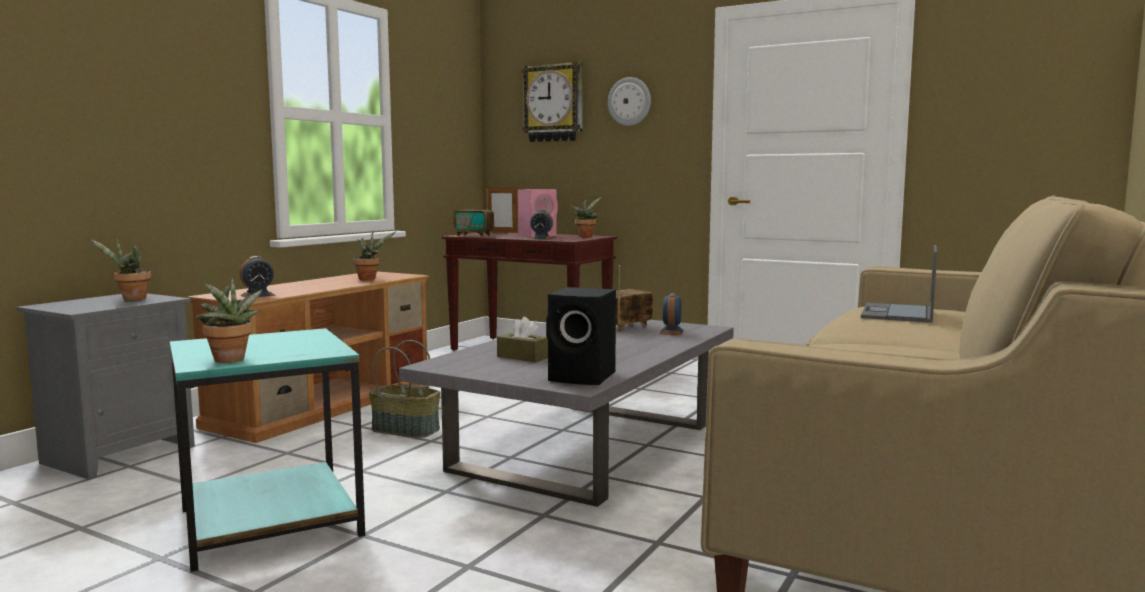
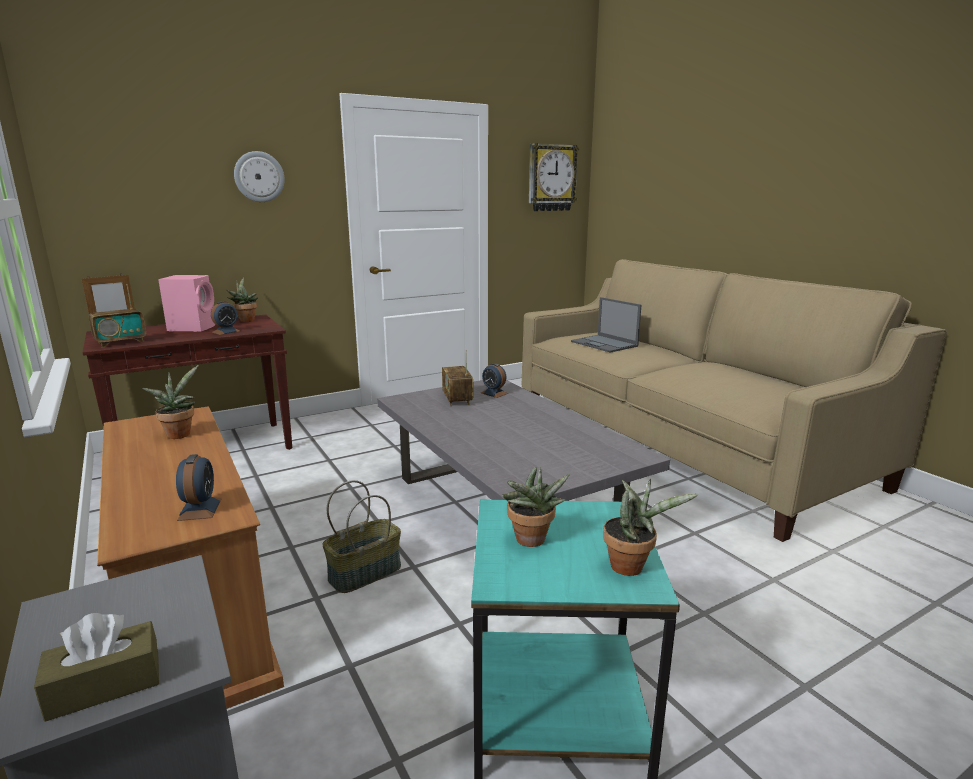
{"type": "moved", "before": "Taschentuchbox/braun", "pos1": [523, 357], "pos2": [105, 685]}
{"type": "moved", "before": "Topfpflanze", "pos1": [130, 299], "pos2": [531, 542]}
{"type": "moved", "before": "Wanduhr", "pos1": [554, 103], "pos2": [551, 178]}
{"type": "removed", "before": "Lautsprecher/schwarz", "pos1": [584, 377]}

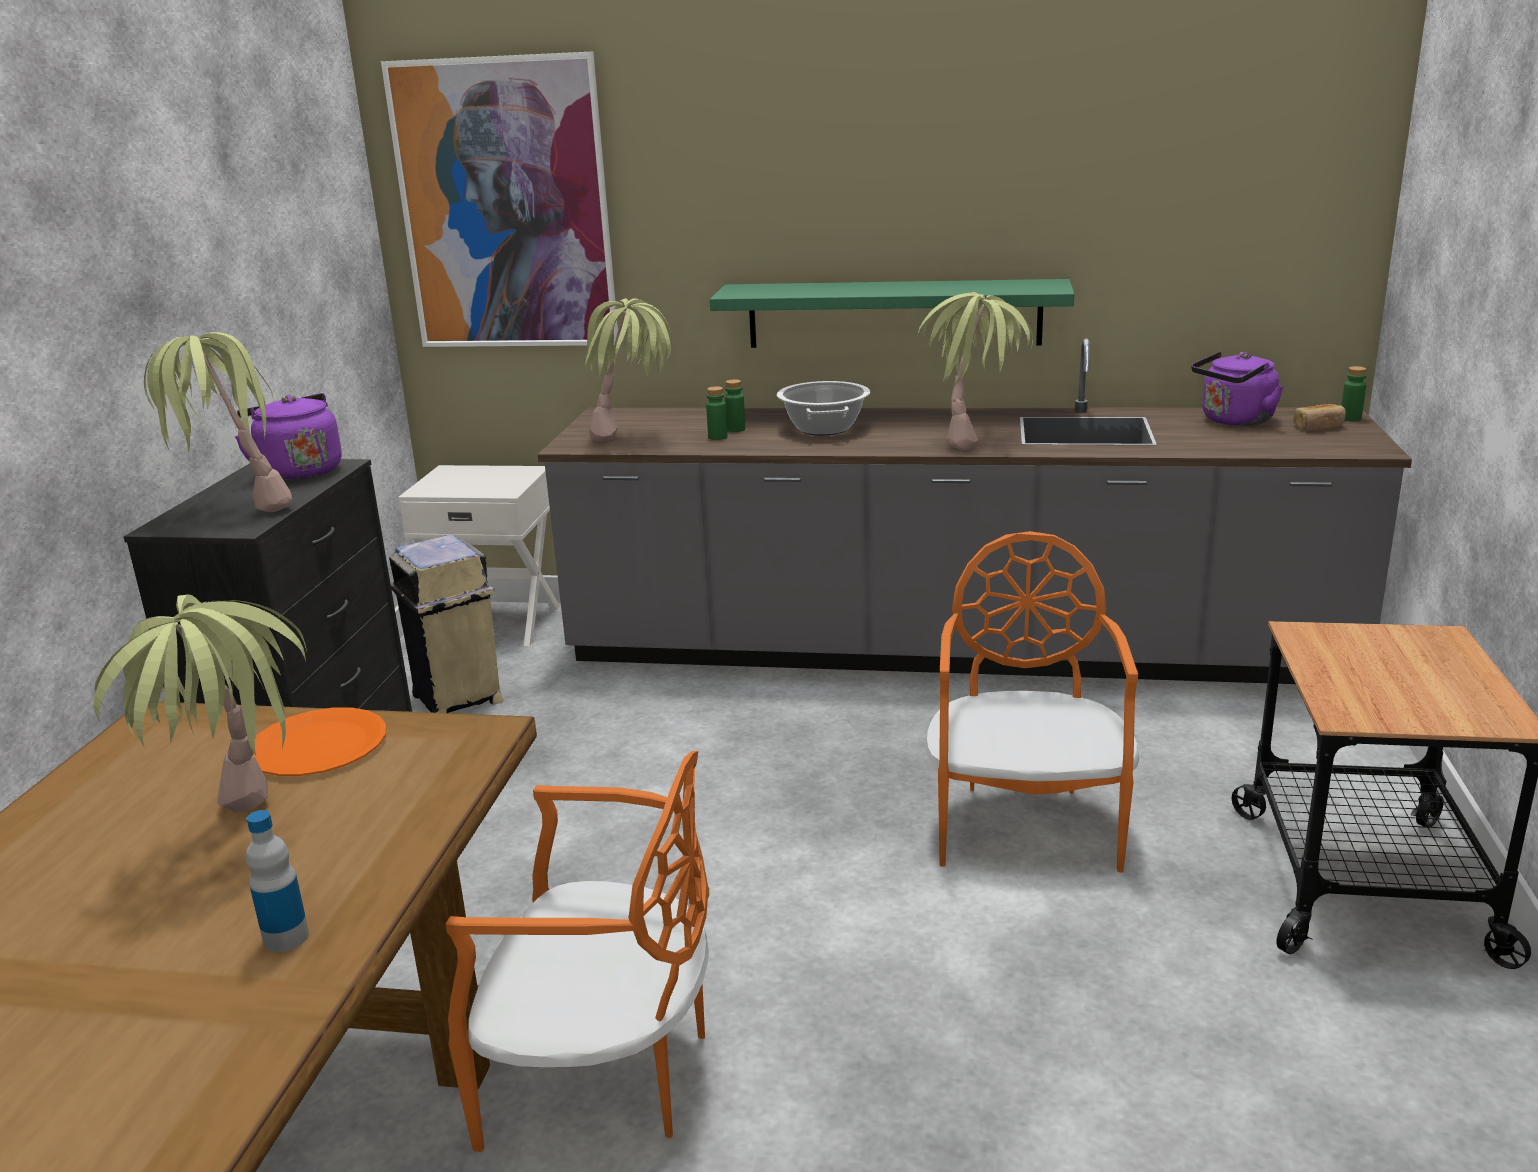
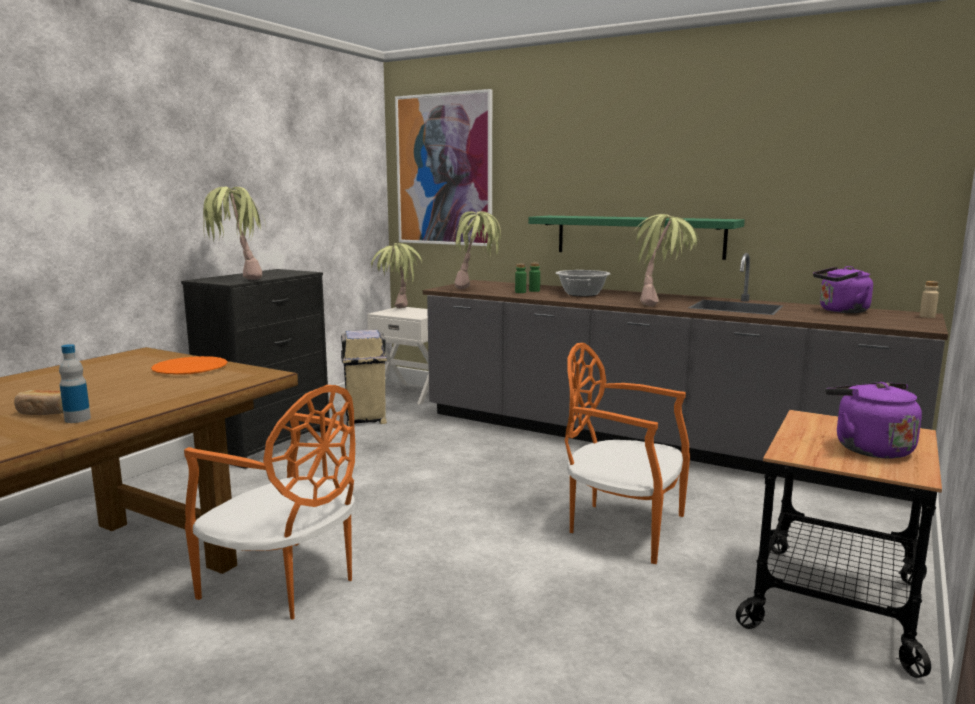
{"type": "moved", "before": "Brot", "pos1": [1318, 427], "pos2": [44, 412]}
{"type": "moved", "before": "Topfpflanze", "pos1": [238, 836], "pos2": [397, 310]}
{"type": "turned", "before": "Stuhl/orange", "pos1": [1026, 825], "pos2": [623, 527], "turn": -90}
{"type": "moved", "before": "Wasserkessel/lila", "pos1": [298, 471], "pos2": [868, 448]}
{"type": "recoloured", "before": "Flasche/grün", "after": "Flasche/beige", "pos1": [1350, 418], "pos2": [927, 316]}

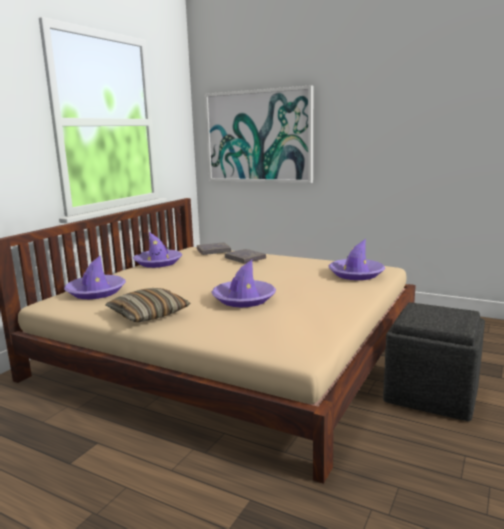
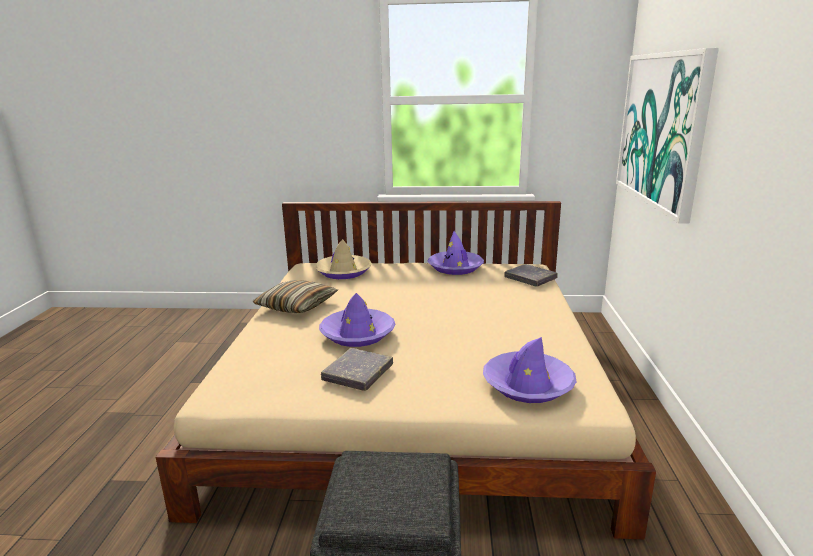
{"type": "recoloured", "before": "Hut/lila", "after": "Hut/beige", "pos1": [96, 292], "pos2": [343, 272]}
{"type": "moved", "before": "Buch/grau", "pos1": [245, 259], "pos2": [357, 373]}

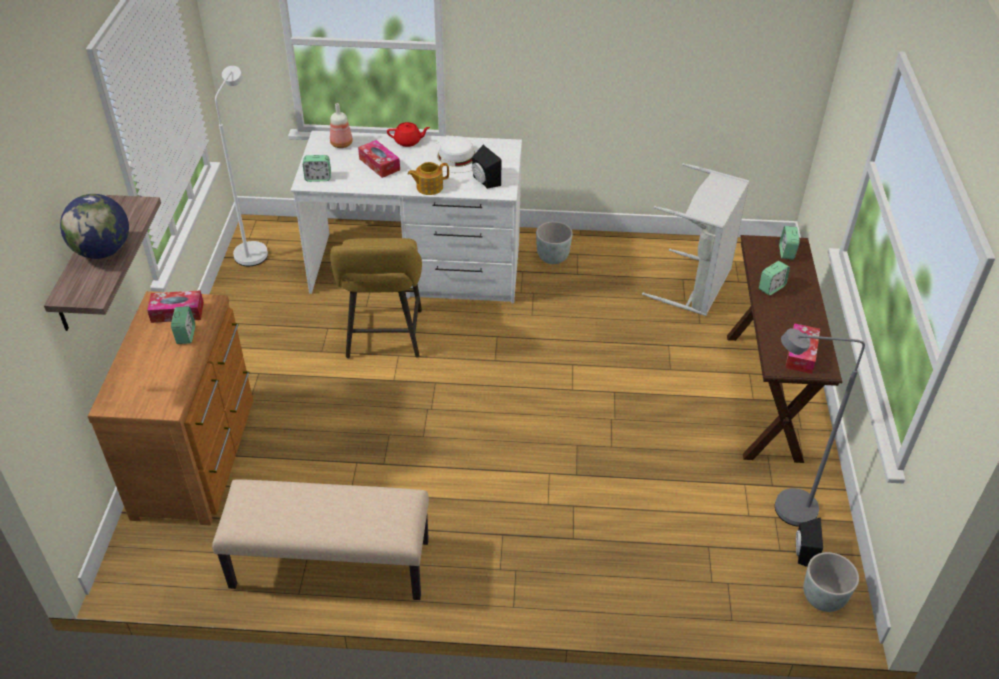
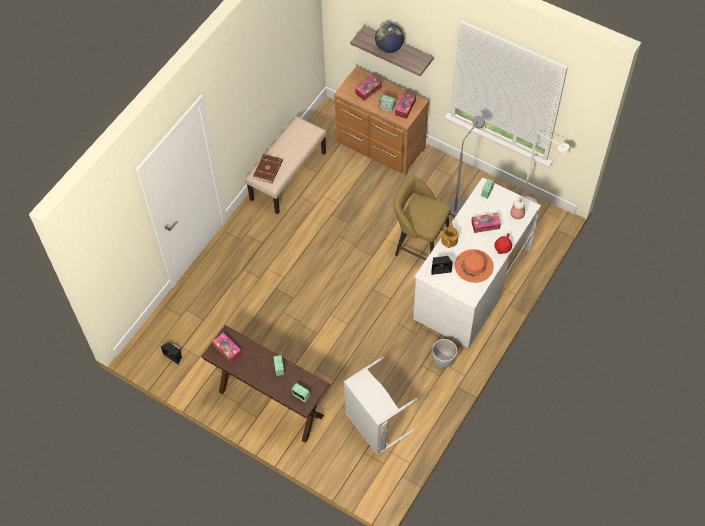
{"type": "added", "after": "Buch/braun", "pos2": [268, 169]}
{"type": "added", "after": "Taschentuchbox", "pos2": [368, 90]}
{"type": "moved", "before": "Stehlampe/grau", "pos1": [783, 508], "pos2": [461, 204]}
{"type": "recoloured", "before": "Hut/weiß", "after": "Hut/orange", "pos1": [456, 156], "pos2": [474, 266]}
{"type": "removed", "before": "Pflanzkübel/grau", "pos1": [823, 598]}

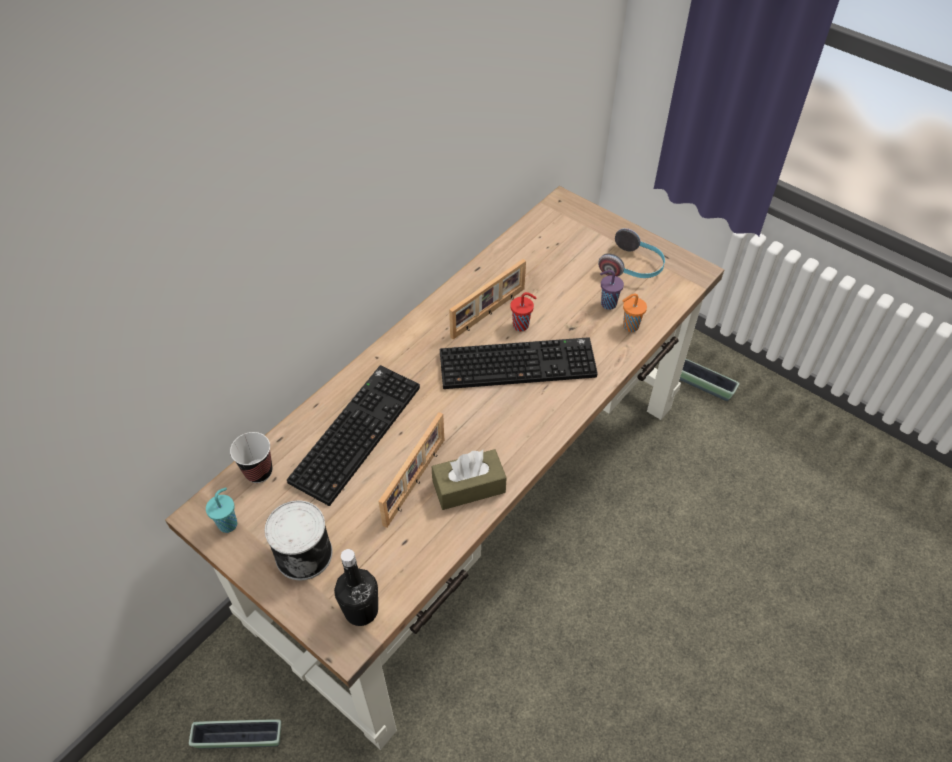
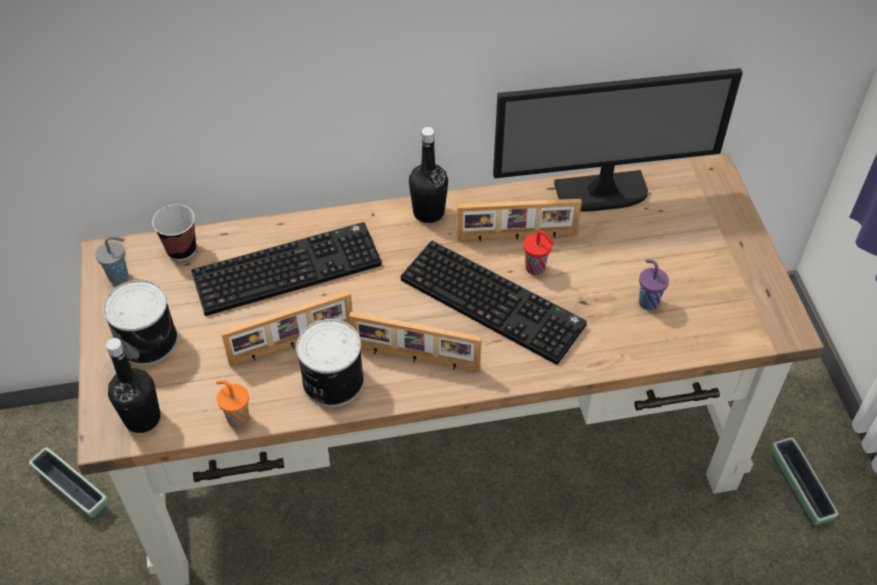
{"type": "recoloured", "before": "Tasse/türkis", "after": "Tasse/grau", "pos1": [228, 523], "pos2": [119, 276]}
{"type": "moved", "before": "Tasse/orange", "pos1": [629, 326], "pos2": [237, 418]}
{"type": "replaced", "before": "Taschentuchbox/braun", "after": "Dose", "pos1": [469, 487], "pos2": [331, 381]}
{"type": "added", "after": "Bilderrahmen", "pos2": [415, 359]}
{"type": "added", "after": "Flasche/schwarz", "pos2": [428, 212]}
{"type": "added", "after": "Monitor", "pos2": [602, 193]}
{"type": "removed", "before": "Kopfhörer", "pos1": [632, 267]}

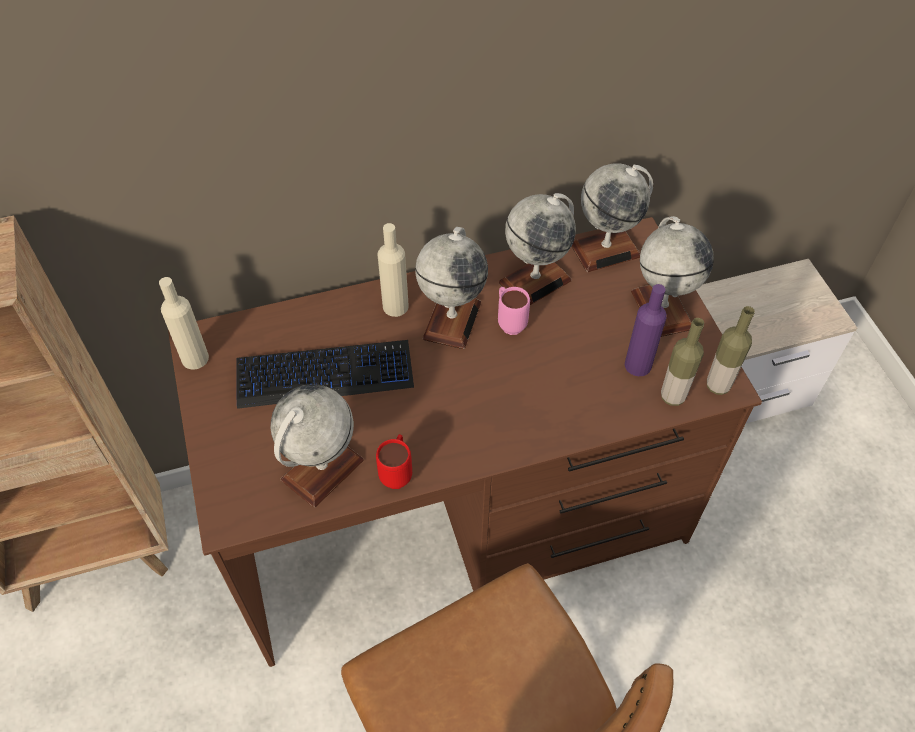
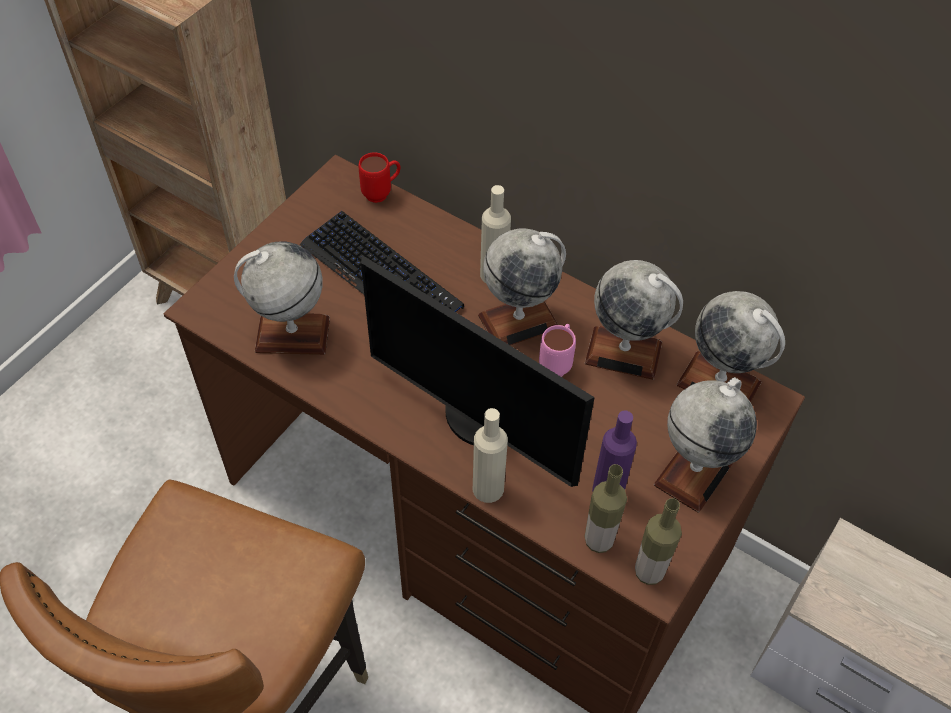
{"type": "moved", "before": "Henkelbecher/rot", "pos1": [397, 472], "pos2": [382, 193]}
{"type": "added", "after": "Monitor", "pos2": [482, 418]}
{"type": "moved", "before": "Flasche/beige", "pos1": [195, 358], "pos2": [488, 488]}

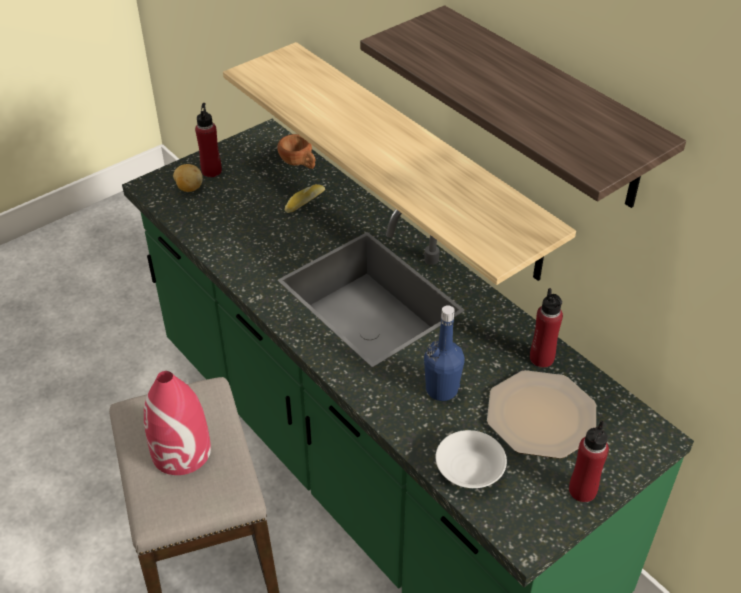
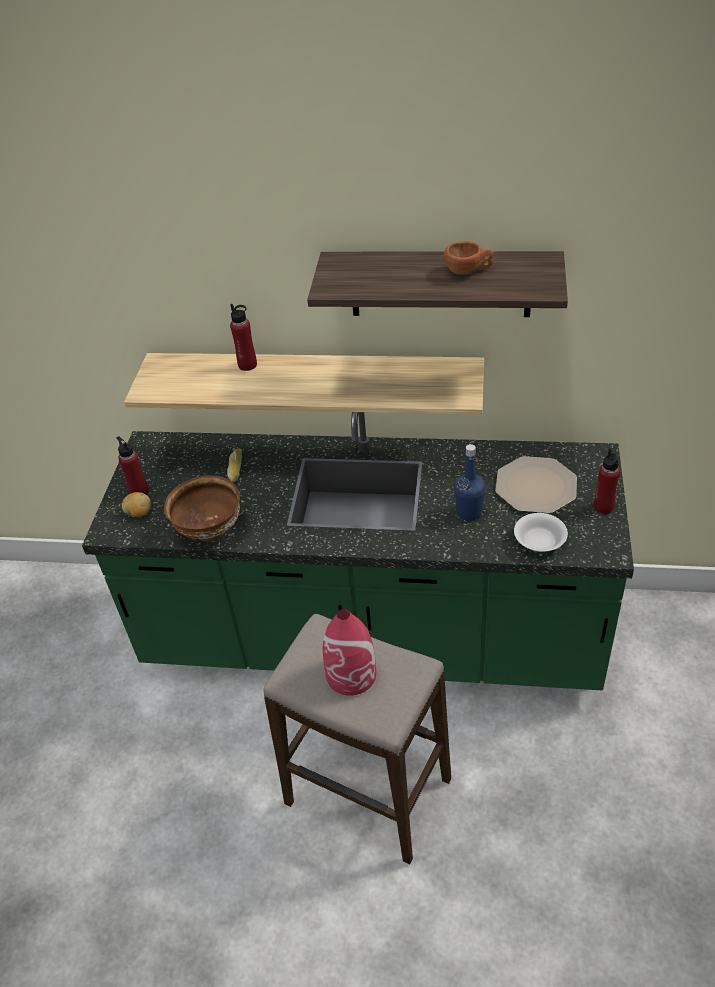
{"type": "added", "after": "Schüssel/braun", "pos2": [209, 531]}
{"type": "moved", "before": "Flasche/rot", "pos1": [541, 358], "pos2": [247, 365]}
{"type": "moved", "before": "Tasse/braun", "pos1": [299, 163], "pos2": [468, 271]}

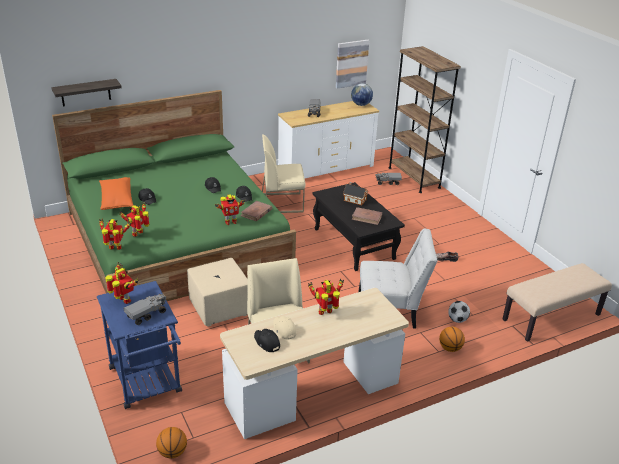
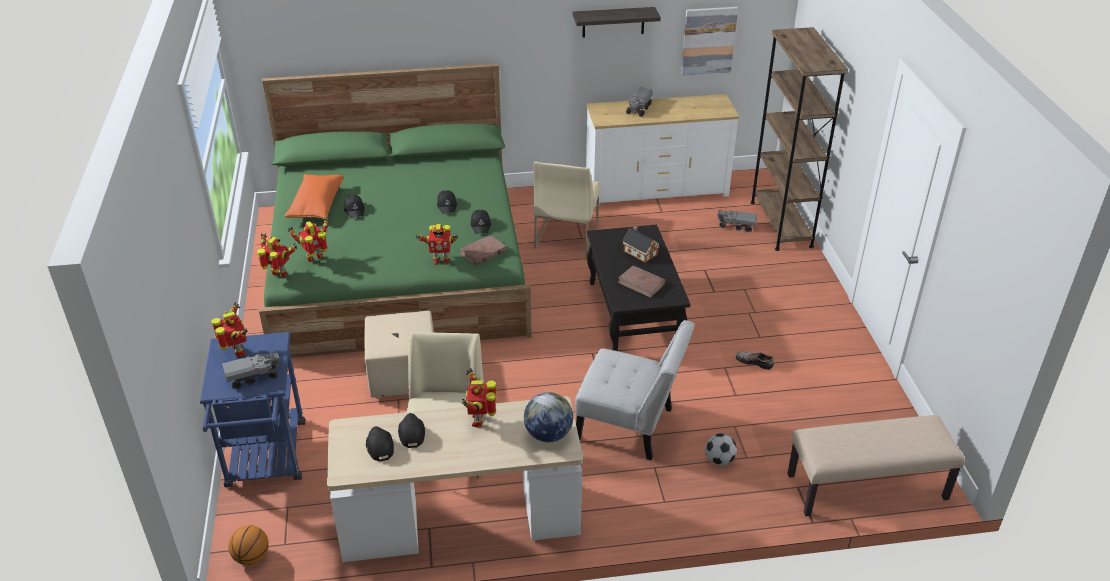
{"type": "recoloured", "before": "Kappe/beige", "after": "Kappe/schwarz", "pos1": [284, 330], "pos2": [411, 433]}
{"type": "turned", "before": "Spielzeugroboter", "pos1": [326, 312], "pos2": [479, 420], "turn": -90}
{"type": "moved", "before": "Globus", "pos1": [361, 105], "pos2": [548, 434]}
{"type": "turned", "before": "Stuhl/beige", "pos1": [282, 203], "pos2": [566, 235], "turn": -90}
{"type": "moved", "before": "Wandregal", "pos1": [85, 92], "pos2": [613, 22]}
{"type": "removed", "before": "Basketball", "pos1": [450, 348]}

